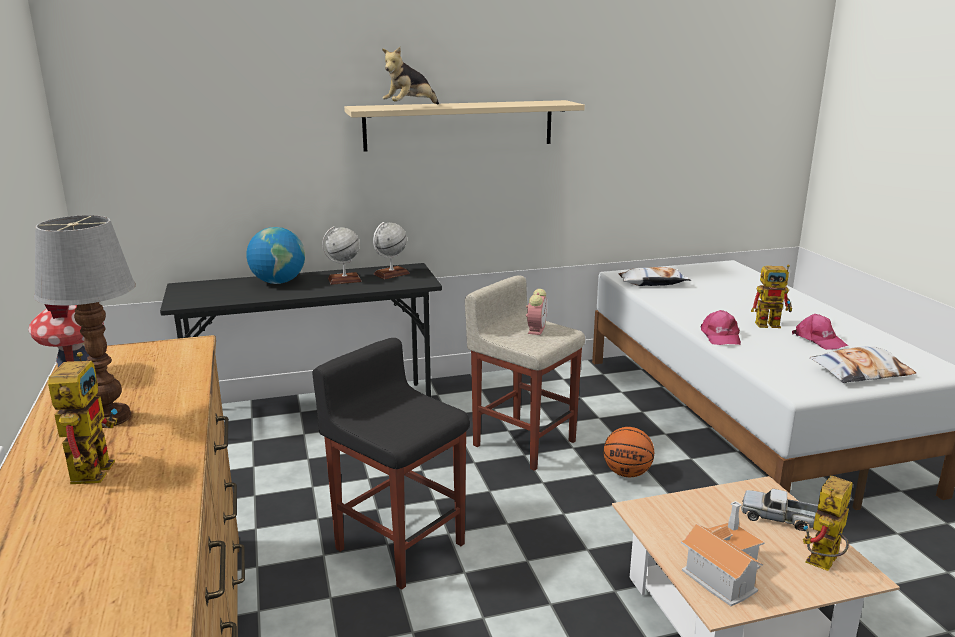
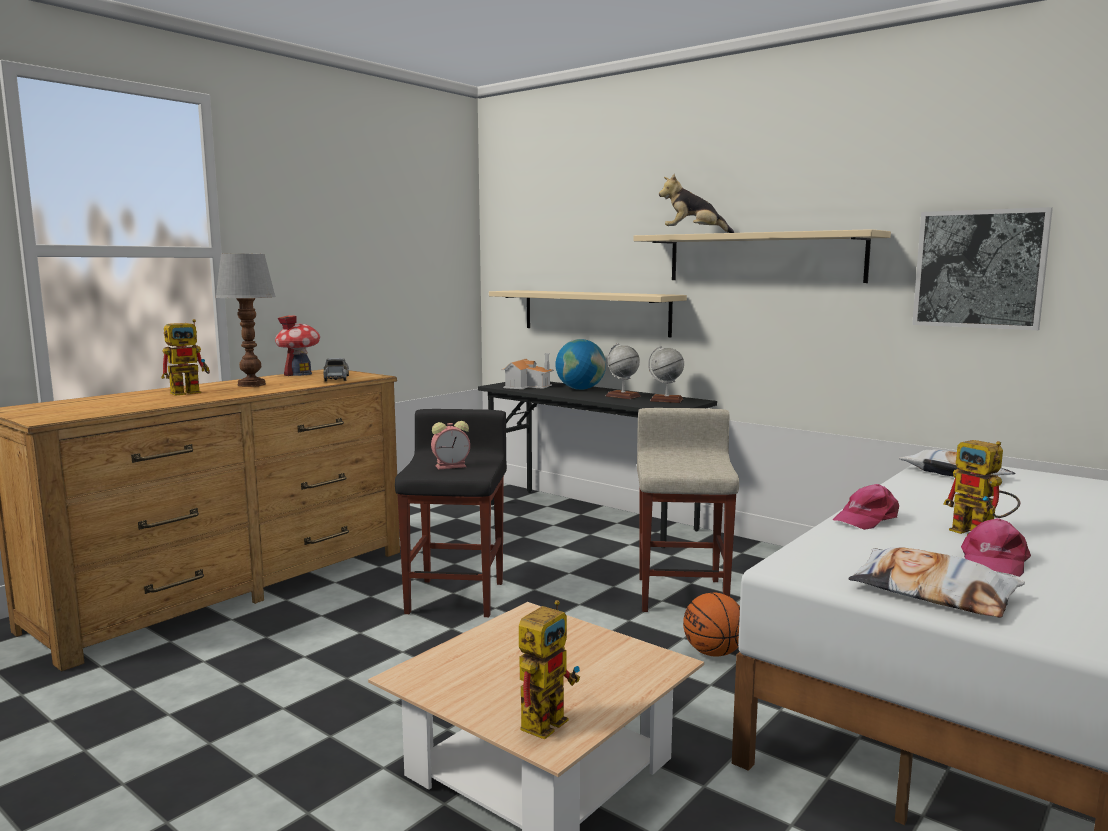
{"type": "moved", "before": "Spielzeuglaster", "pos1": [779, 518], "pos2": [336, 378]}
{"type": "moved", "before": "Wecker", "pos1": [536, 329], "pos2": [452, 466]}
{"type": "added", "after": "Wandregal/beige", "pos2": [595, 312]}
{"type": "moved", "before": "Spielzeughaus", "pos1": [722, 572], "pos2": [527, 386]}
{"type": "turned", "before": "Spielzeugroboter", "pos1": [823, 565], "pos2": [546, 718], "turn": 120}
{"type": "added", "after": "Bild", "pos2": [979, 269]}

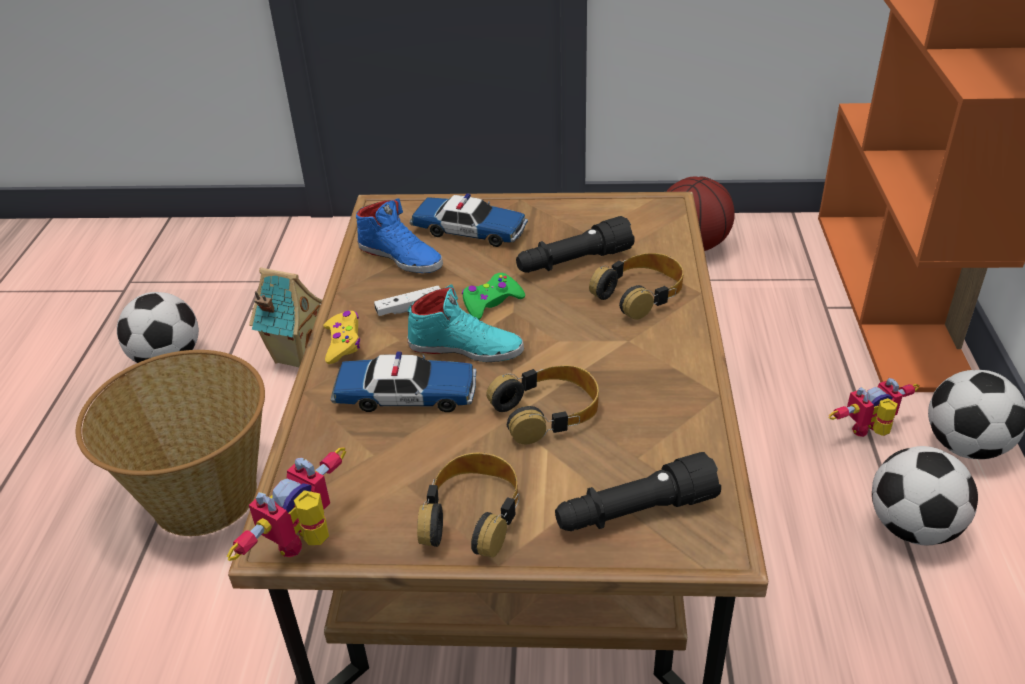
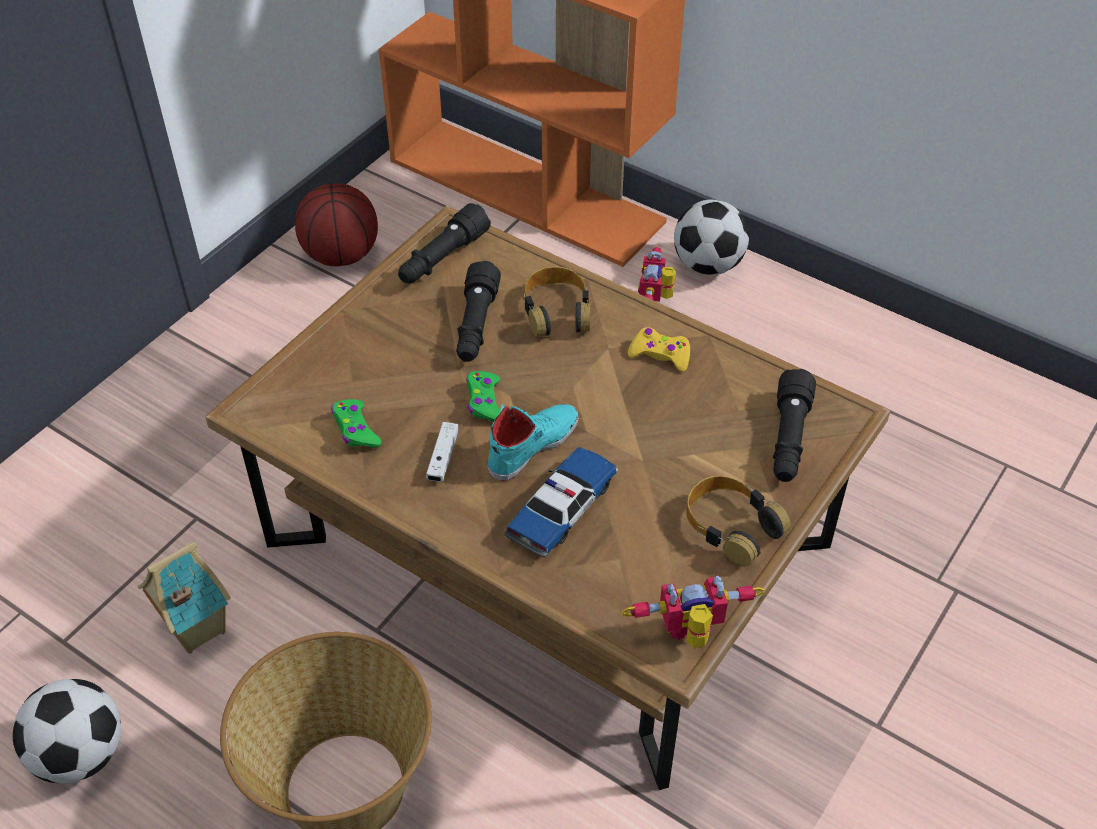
{"type": "replaced", "before": "Schuh/blau", "after": "Gamepad/grün", "pos1": [401, 256], "pos2": [355, 429]}
{"type": "added", "after": "Taschenlampe/schwarz", "pos2": [442, 258]}
{"type": "turned", "before": "Spielzeugroboter", "pos1": [307, 543], "pos2": [691, 636], "turn": 105}
{"type": "moved", "before": "Gamepad/gelb", "pos1": [343, 342], "pos2": [660, 354]}
{"type": "removed", "before": "Spielzeugauto", "pos1": [469, 231]}
{"type": "removed", "before": "Kopfhörer", "pos1": [547, 412]}
{"type": "removed", "before": "Fußball", "pos1": [913, 527]}

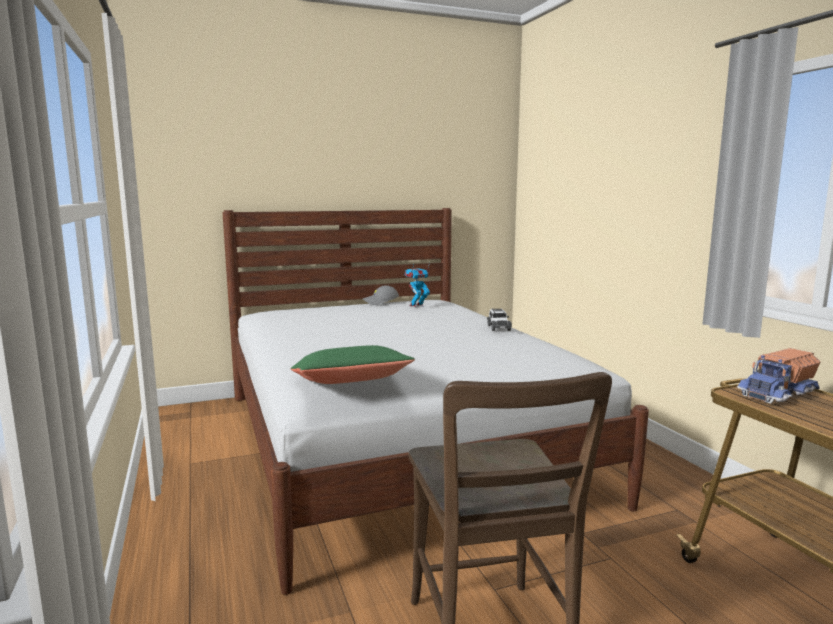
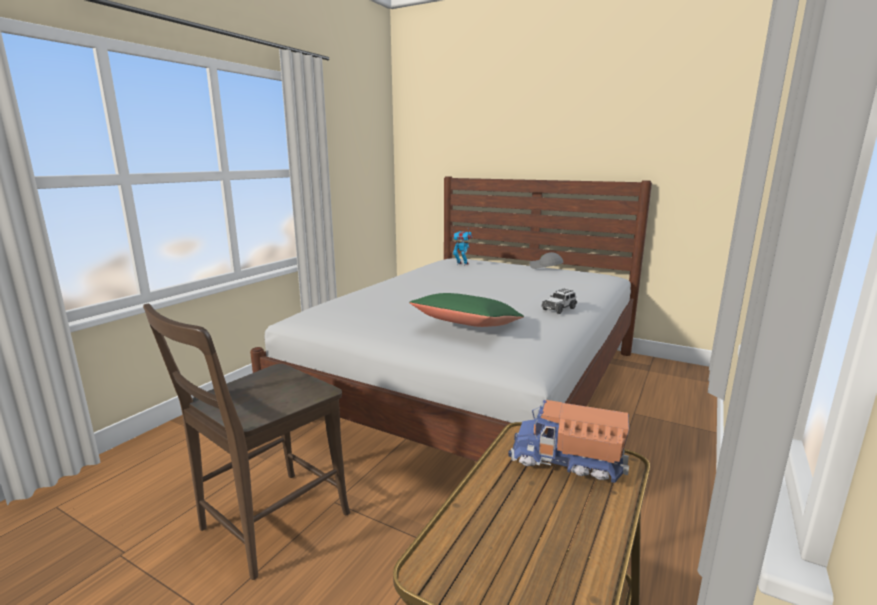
{"type": "moved", "before": "Kissen/grün", "pos1": [350, 385], "pos2": [467, 326]}
{"type": "moved", "before": "Spielzeugroboter", "pos1": [417, 306], "pos2": [462, 264]}

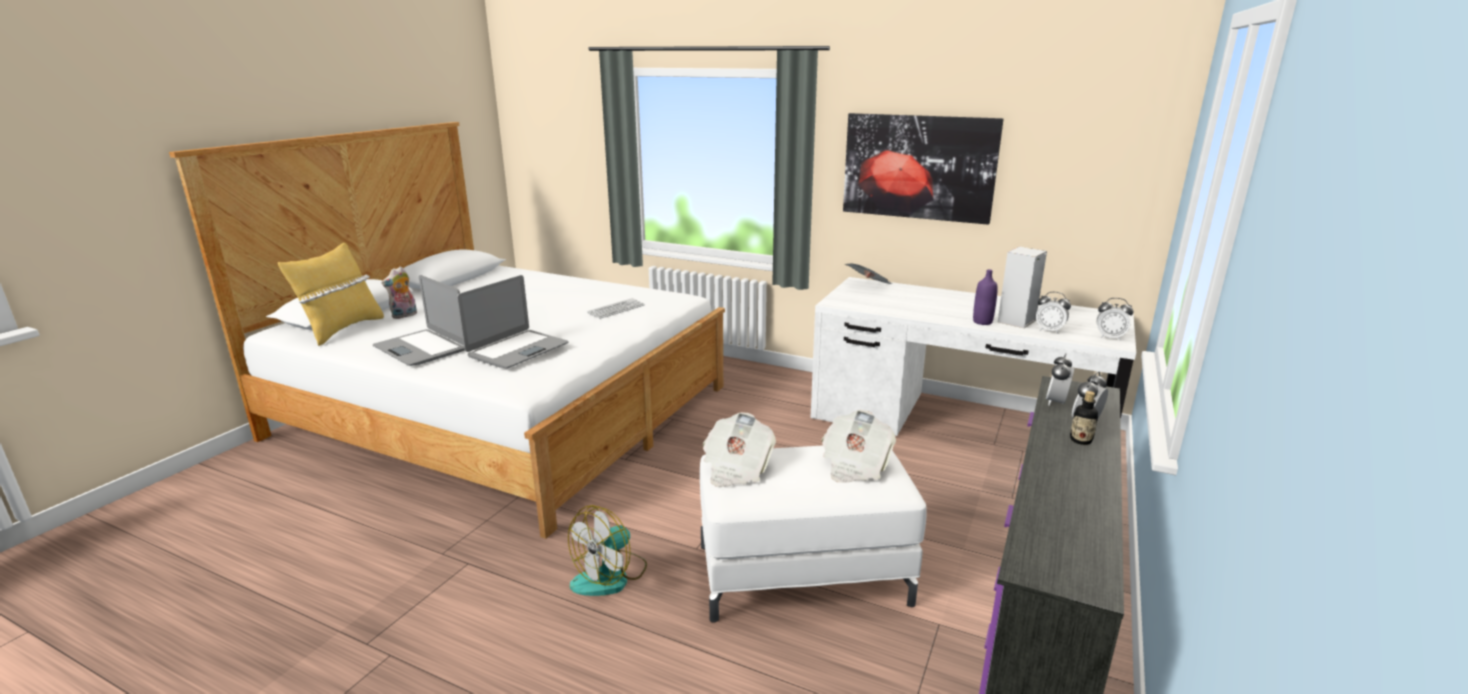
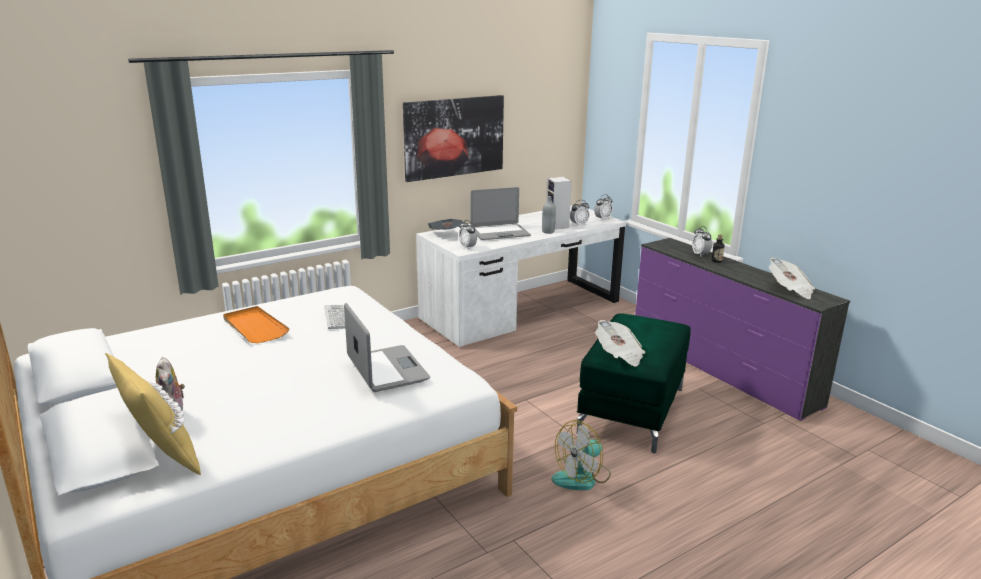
{"type": "added", "after": "Tablett/orange", "pos2": [254, 327]}
{"type": "moved", "before": "Wecker", "pos1": [1056, 402], "pos2": [467, 247]}
{"type": "moved", "before": "Laptop", "pos1": [421, 348], "pos2": [500, 233]}
{"type": "recoloured", "before": "Flasche/lila", "after": "Flasche/grau", "pos1": [982, 322], "pos2": [548, 232]}
{"type": "turned", "before": "Ventilator", "pos1": [610, 576], "pos2": [582, 477], "turn": 75}
{"type": "recoloured", "before": "Polsterhocker/weiß", "after": "Polsterhocker/grün", "pos1": [801, 575], "pos2": [632, 410]}
{"type": "moved", "before": "Zeitung", "pos1": [855, 465], "pos2": [790, 290]}

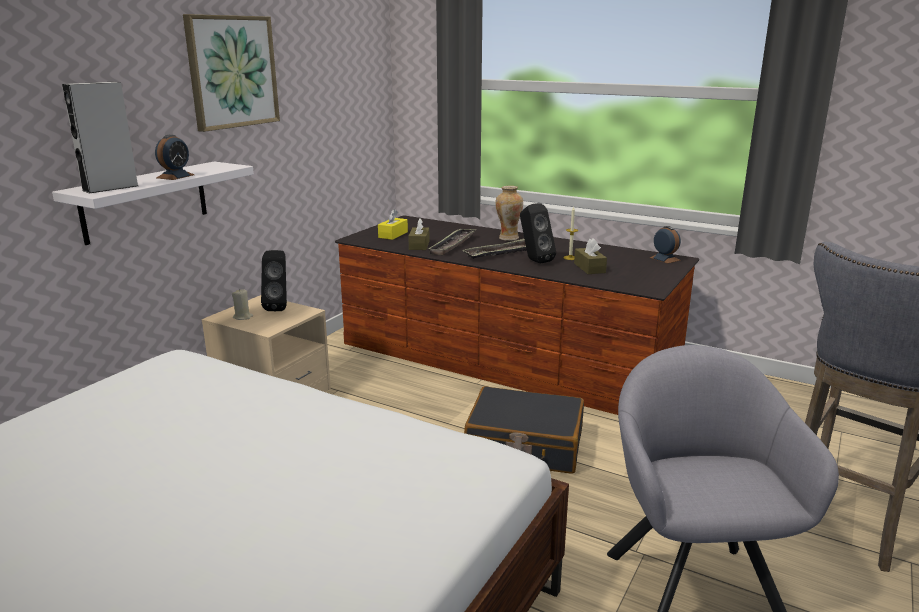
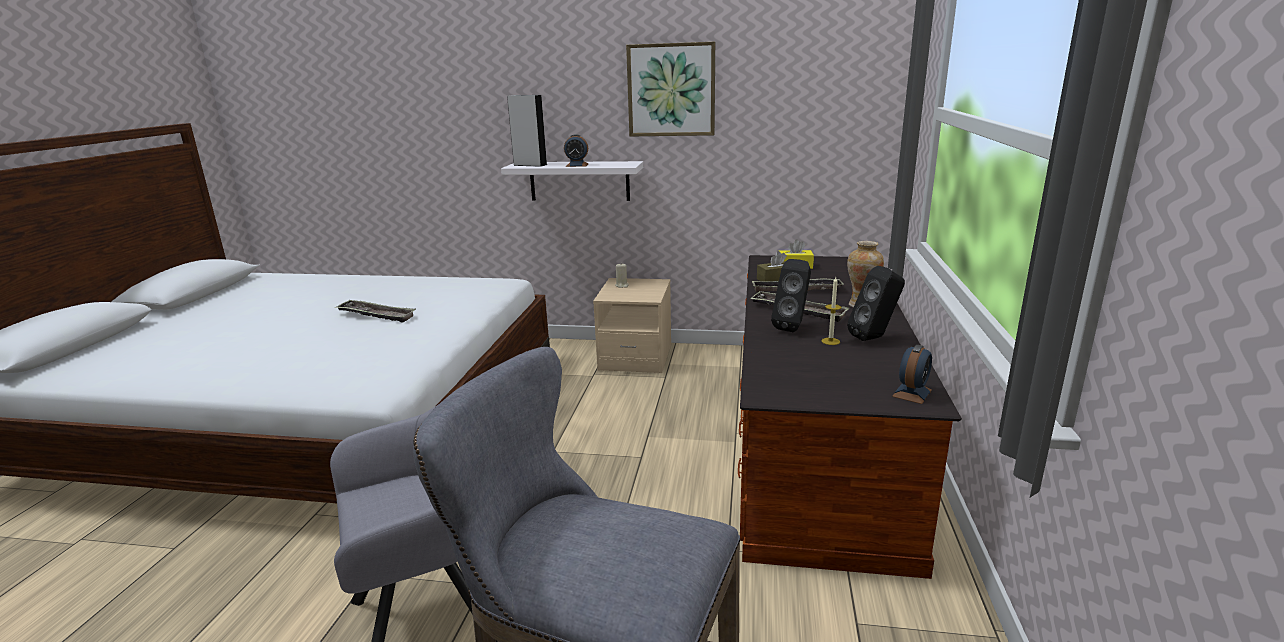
{"type": "added", "after": "Tablett", "pos2": [376, 315]}
{"type": "moved", "before": "Lautsprecher/schwarz", "pos1": [279, 307], "pos2": [874, 338]}
{"type": "removed", "before": "Koffer/schwarz", "pos1": [524, 445]}
{"type": "removed", "before": "Taschentuchbox/braun", "pos1": [589, 268]}

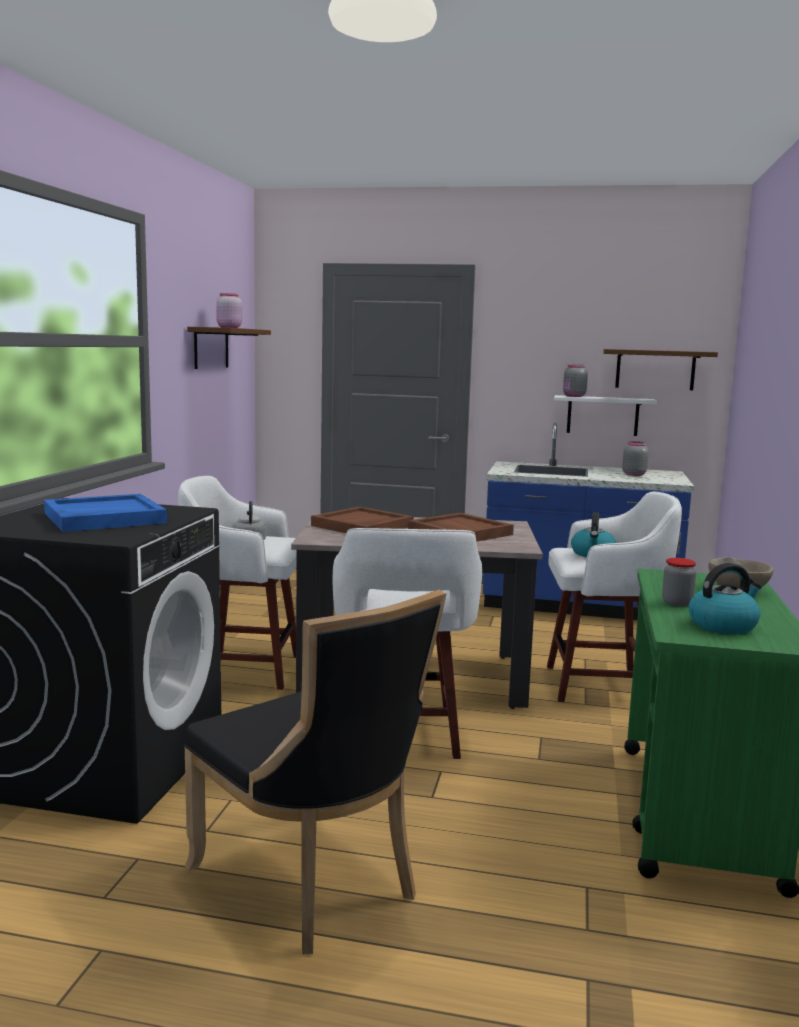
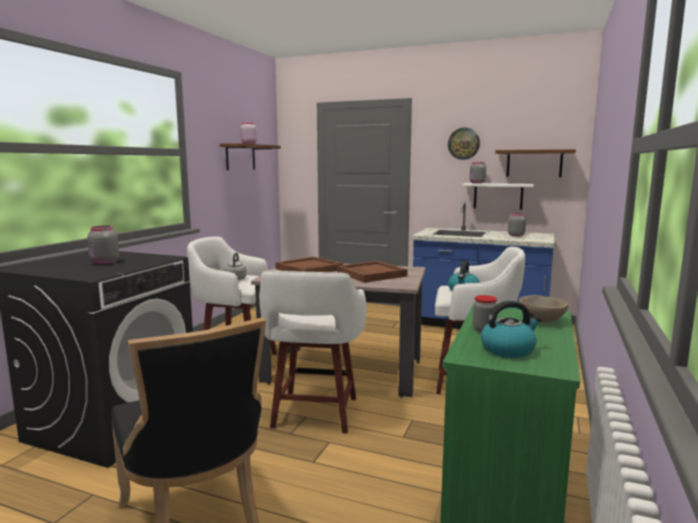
{"type": "replaced", "before": "Tablett/blau", "after": "Vorratsglas/grau", "pos1": [103, 518], "pos2": [104, 262]}
{"type": "added", "after": "Wanduhr", "pos2": [463, 143]}

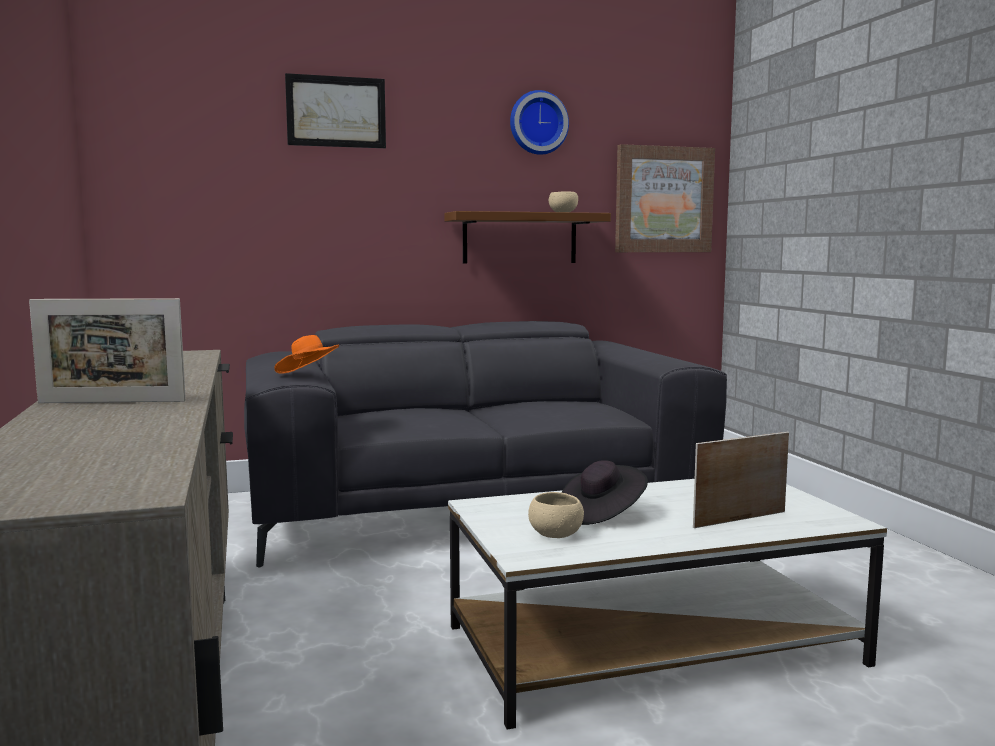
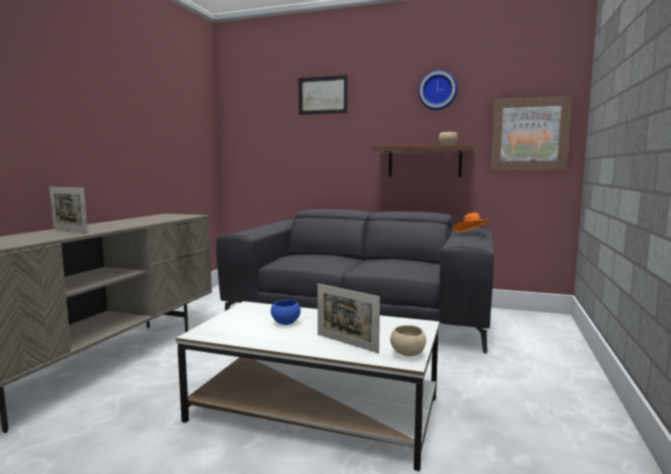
{"type": "replaced", "before": "Hut/schwarz", "after": "Schüssel/blau", "pos1": [601, 514], "pos2": [286, 323]}
{"type": "turned", "before": "Bilderrahmen", "pos1": [740, 519], "pos2": [346, 343], "turn": -150}
{"type": "moved", "before": "Schüssel/beige", "pos1": [555, 535], "pos2": [407, 354]}
{"type": "moved", "before": "Hut/orange", "pos1": [308, 375], "pos2": [471, 233]}

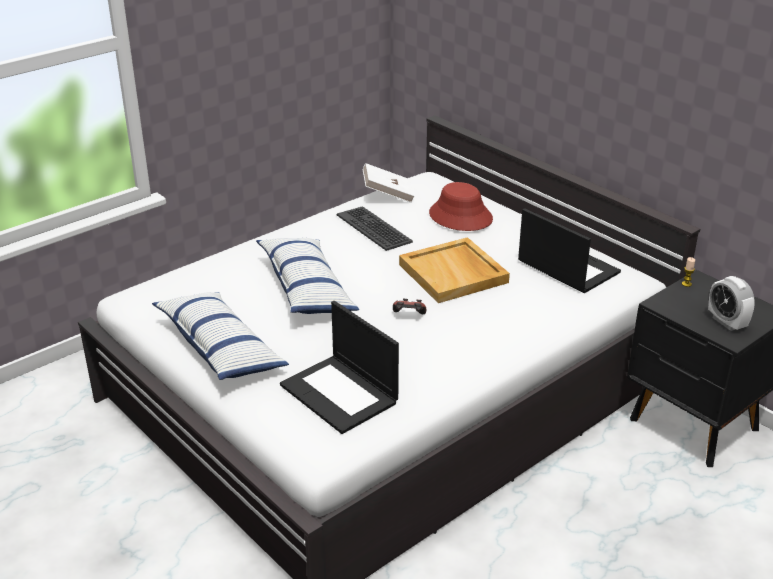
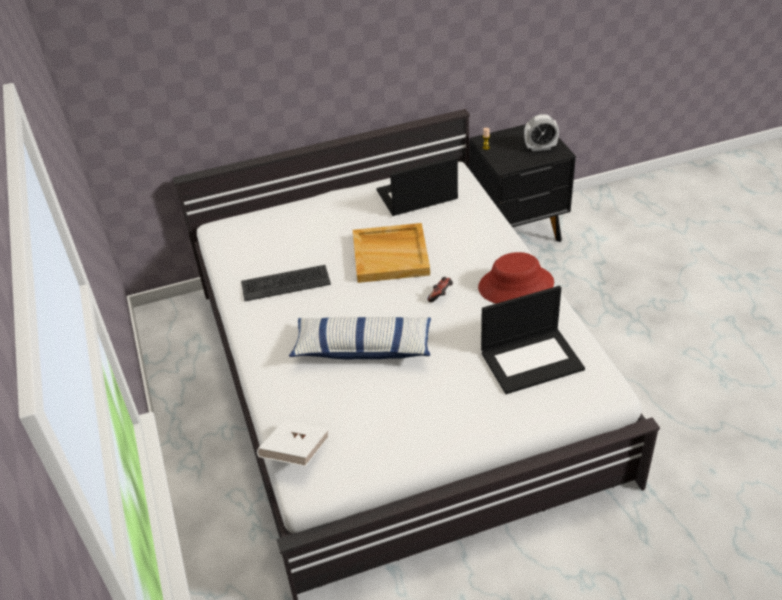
{"type": "moved", "before": "Buch/weiß", "pos1": [388, 195], "pos2": [295, 453]}
{"type": "moved", "before": "Hut/rot", "pos1": [460, 217], "pos2": [516, 286]}
{"type": "removed", "before": "Kissen", "pos1": [220, 348]}

